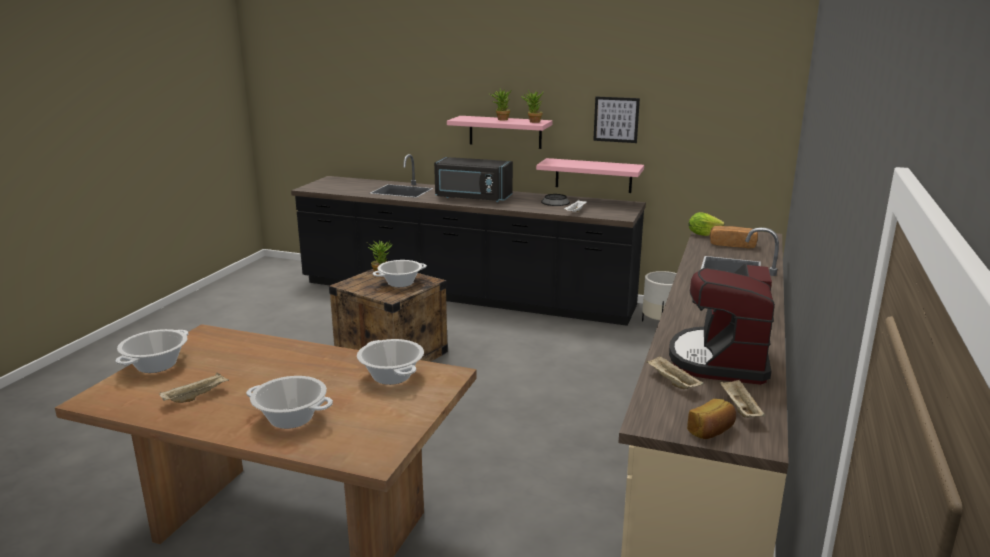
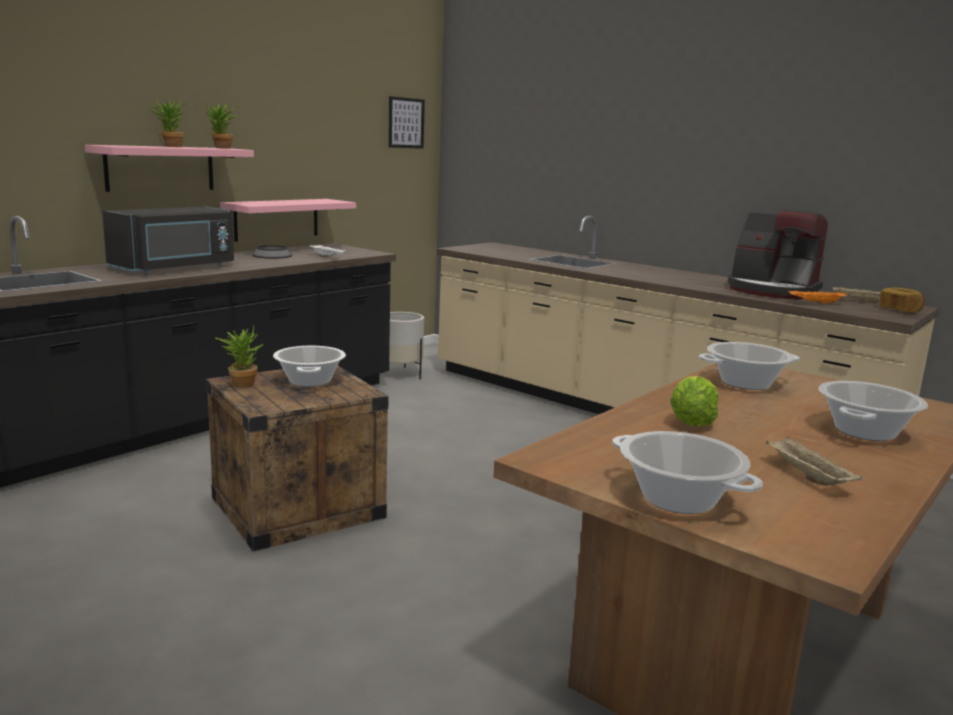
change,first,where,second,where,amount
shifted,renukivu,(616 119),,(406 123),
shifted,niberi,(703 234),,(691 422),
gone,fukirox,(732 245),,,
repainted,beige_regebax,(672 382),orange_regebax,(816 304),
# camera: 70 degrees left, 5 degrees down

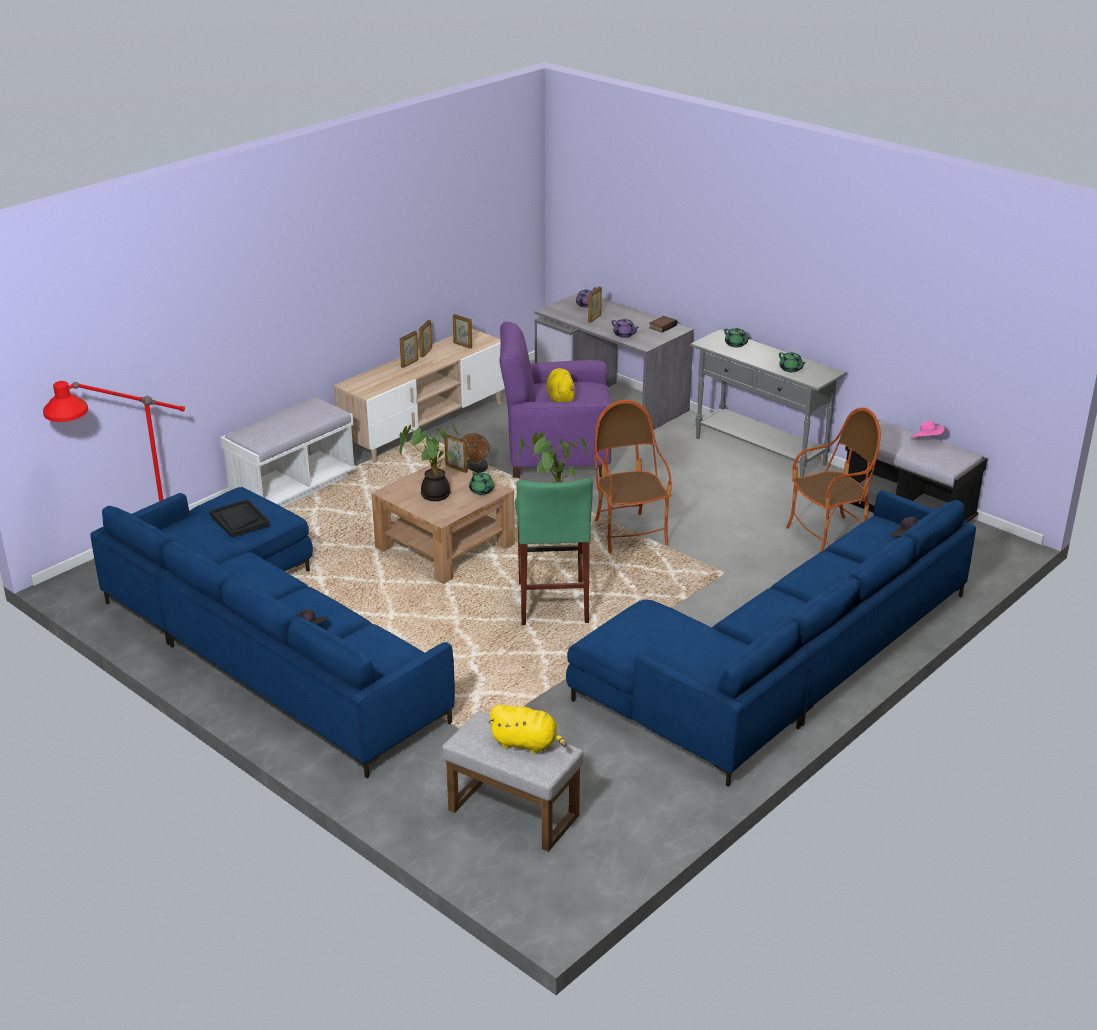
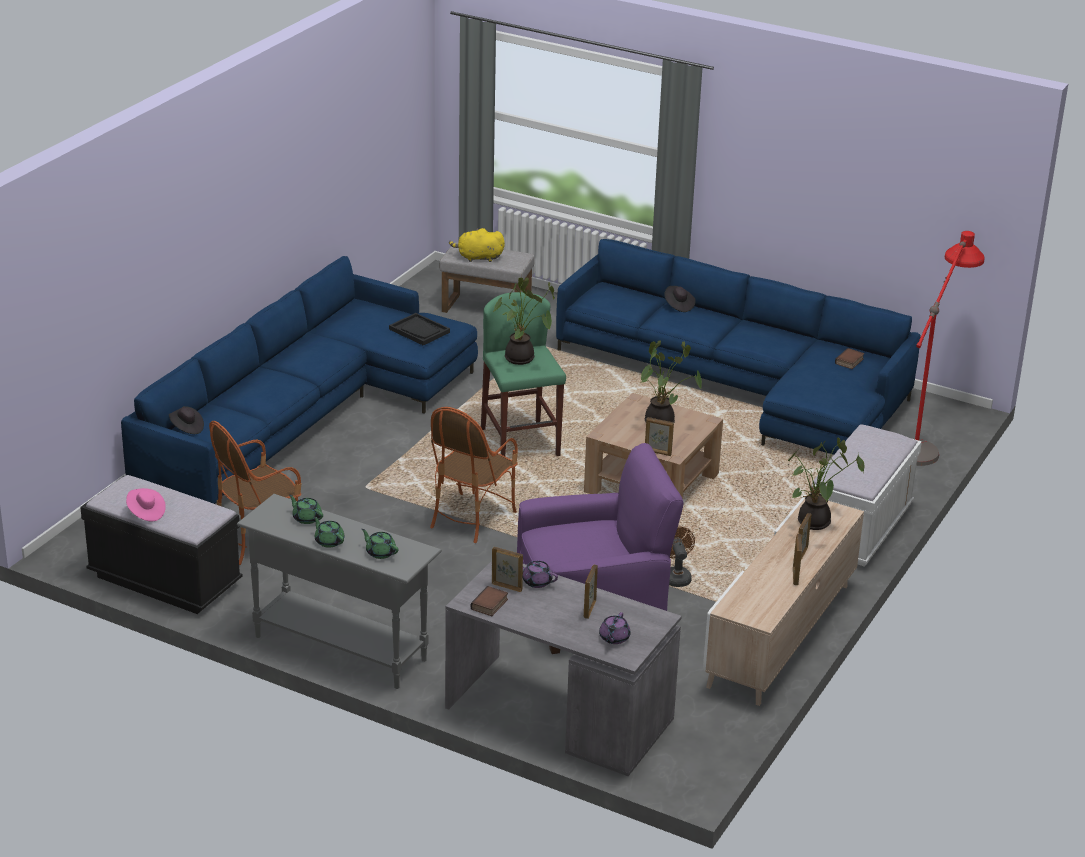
change,first,where,second,where,amount
shifted,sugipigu,(462 345),,(507 586),
gone,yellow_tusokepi,(560 398),,,
rotated,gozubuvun,(629 534),,(471 518),60 degrees clockwise
shifted,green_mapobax,(482 491),,(329 541),
shifted,black_regebax,(239 520),,(419 331),
new,,,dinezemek,(850 362),
new,,,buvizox,(815 524),
# camera: 165 degrees right, 0 degrees up

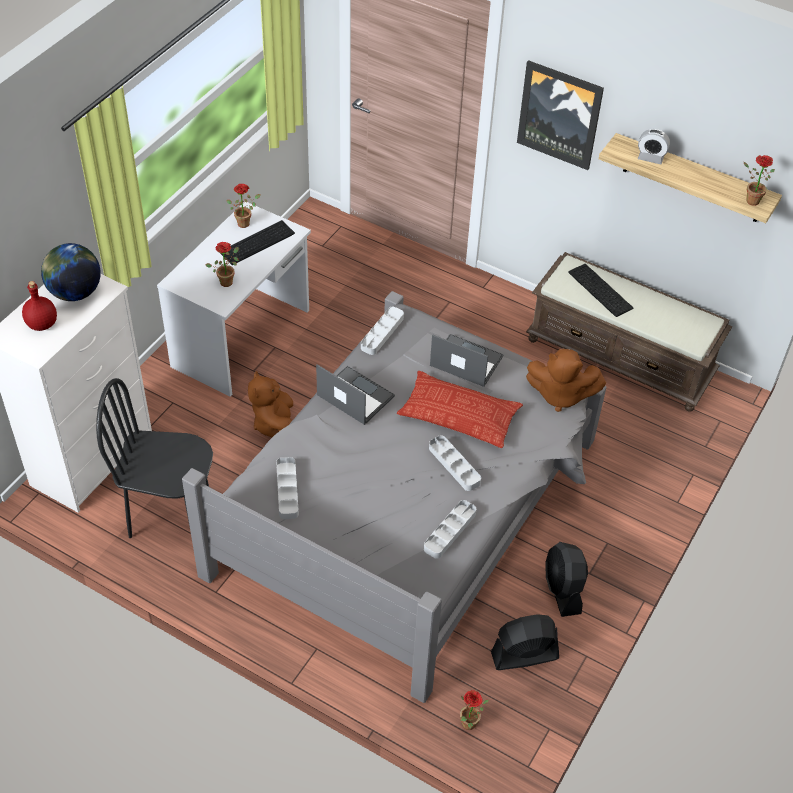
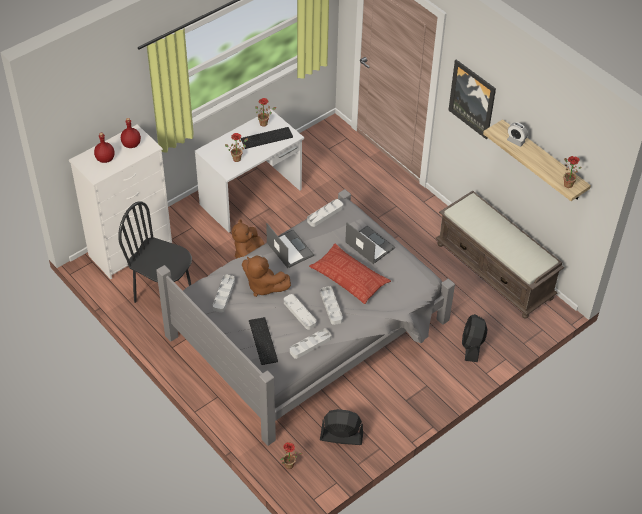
change,first,where,second,where,amount
swapped,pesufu,(75 292),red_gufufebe,(131 144),
shifted,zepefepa,(598 290),,(262 340),
shifted,brown_tusokepi,(560 395),,(263 286),
shifted,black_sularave,(563 589),,(472 346),
new,,,grey_regebax,(299 313),
# camera: 20 degrees right, 0 degrees up

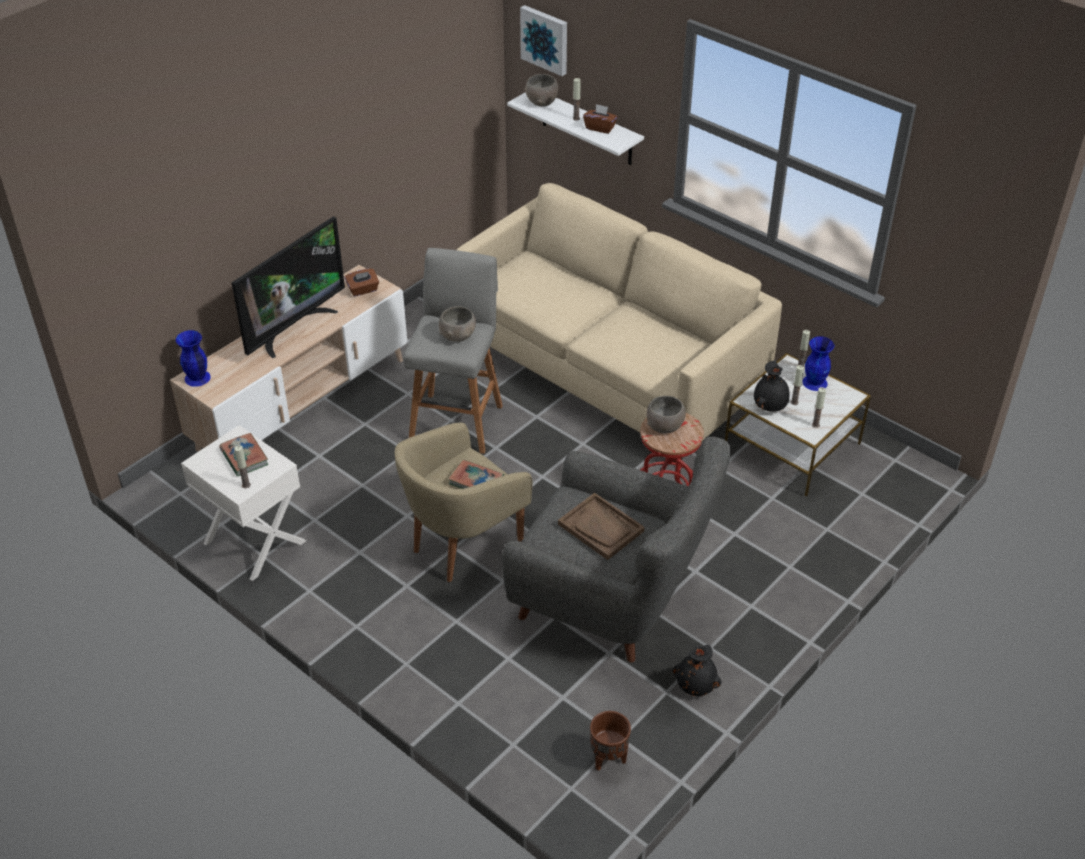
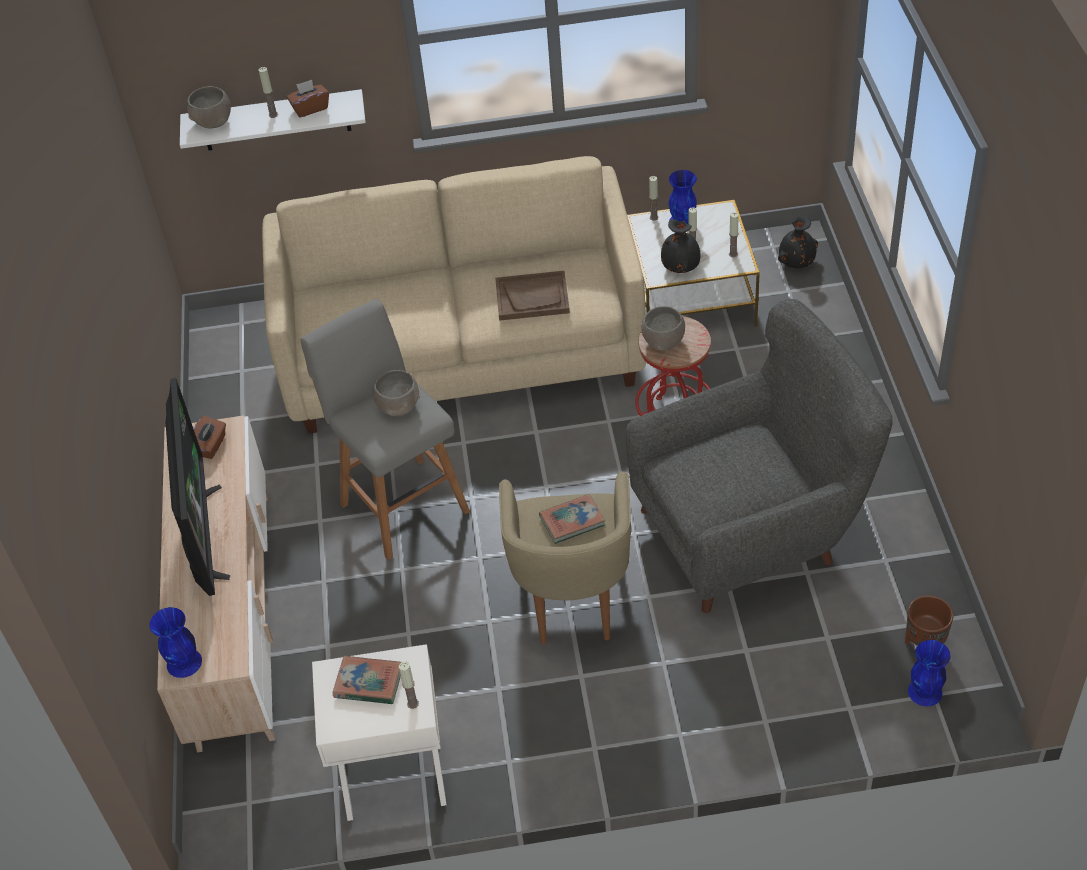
change,first,where,second,where,amount
gone,renukivu,(545 39),,,
shifted,brown_regebax,(601 528),,(532 297),
shifted,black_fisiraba,(696 685),,(796 262),
new,,,blue_fisiraba,(925 692),
# camera: 45 degrees left, 5 degrees up

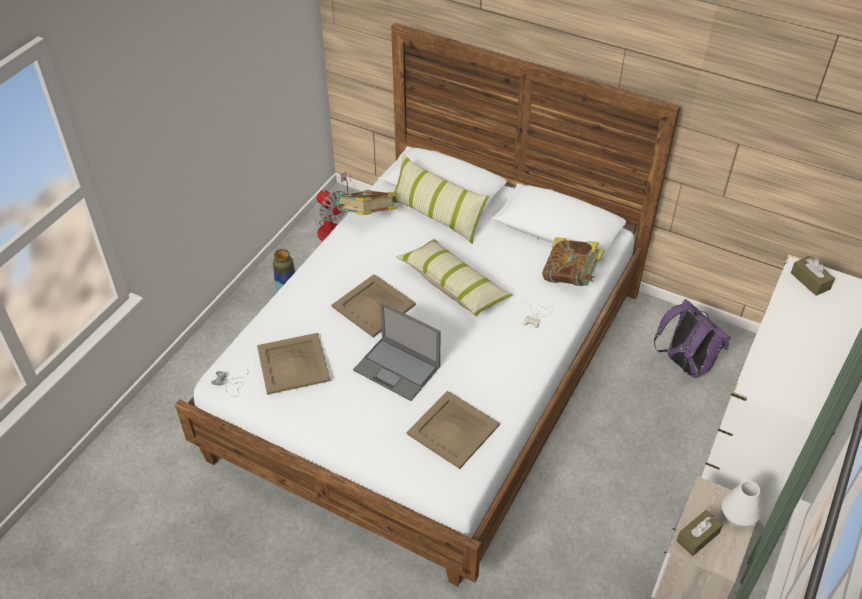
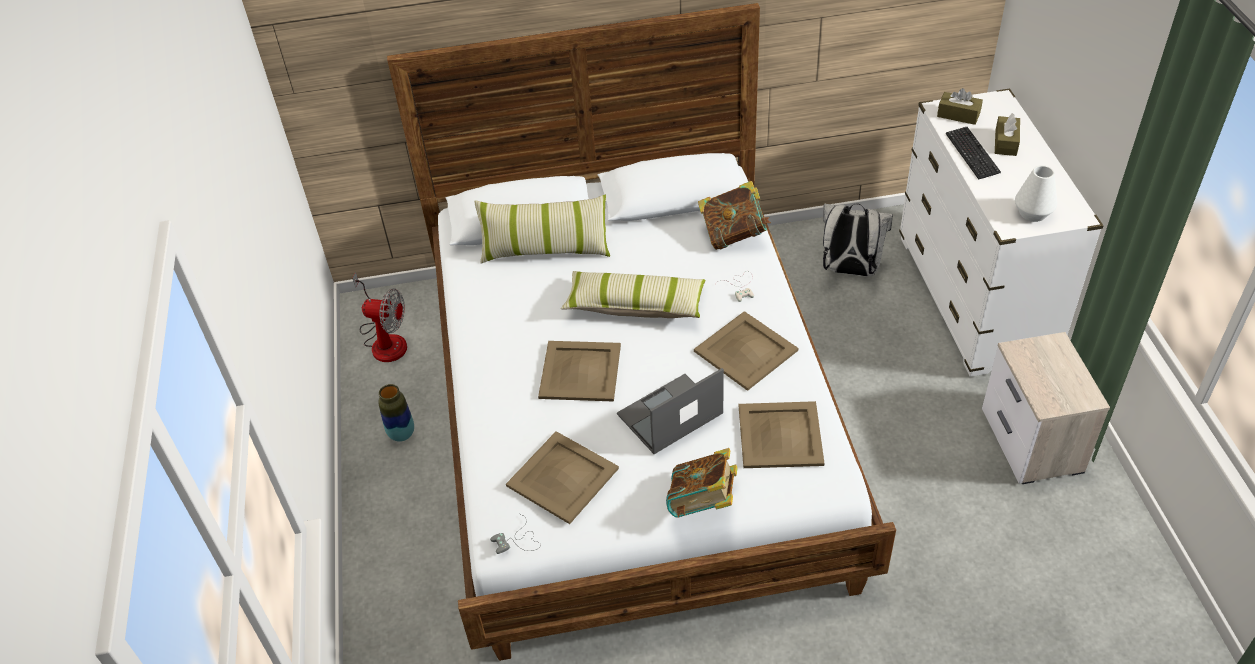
change,first,where,second,where,amount
shifted,dinezemek,(367 218),,(702 503),
repainted,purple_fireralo,(684 364),white_fireralo,(849 270),
rotated,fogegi,(398 369),,(669 415),150 degrees clockwise
shifted,white_fisiraba,(737 516),,(1032 213),
shifted,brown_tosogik,(697 537),,(1005 143),
new,,,zepefepa,(972 154),
new,,,beige_regebax,(746 351),
# camera: 35 degrees left, 0 degrees up

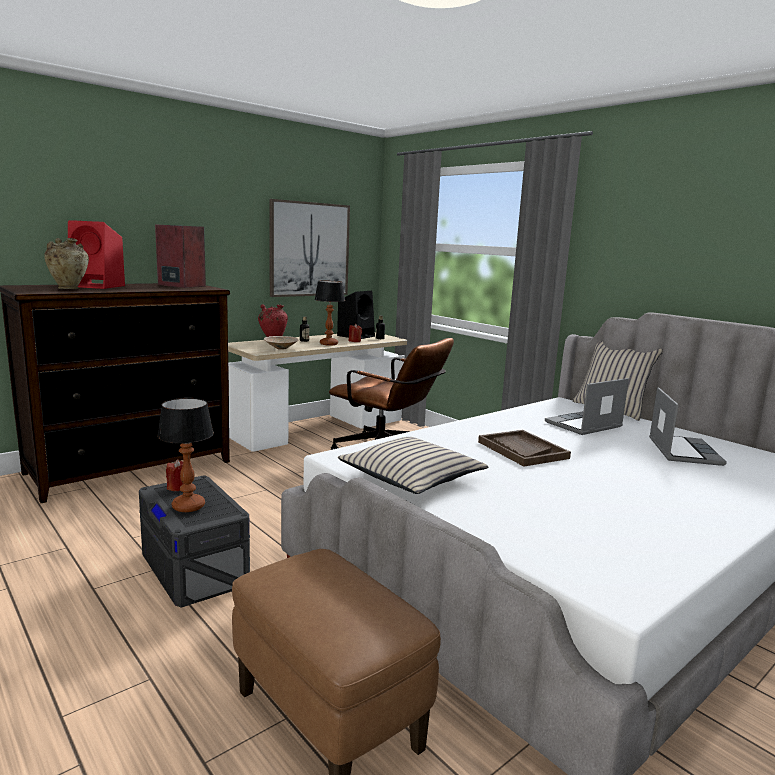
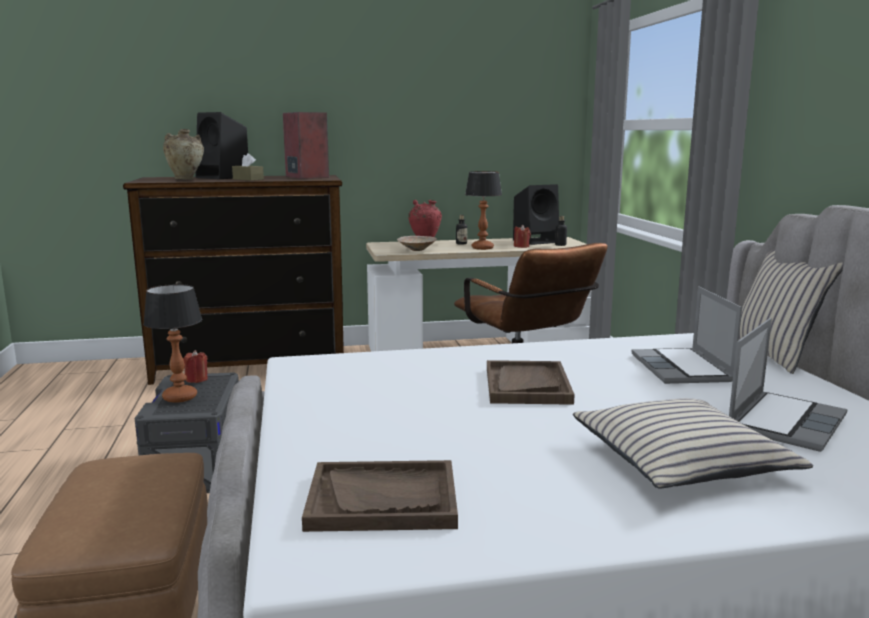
change,first,where,second,where,amount
gone,renukivu,(309 249),,,
repainted,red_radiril,(98 286),black_radiril,(224 177),
rotated,fogegi,(583 425),,(682 369),90 degrees counterclockwise
shifted,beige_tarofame,(411 477),,(680 461),
new,,,brown_tosogik,(248 179),
new,,,brown_regebax,(383 499),
# camera: 30 degrees right, 0 degrees up

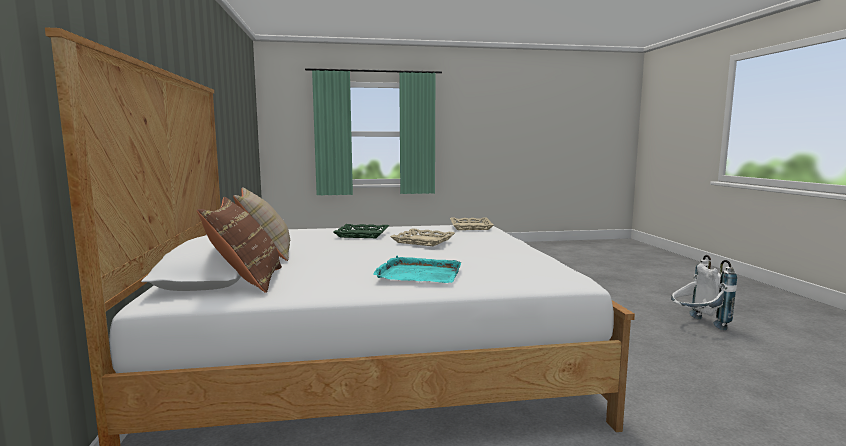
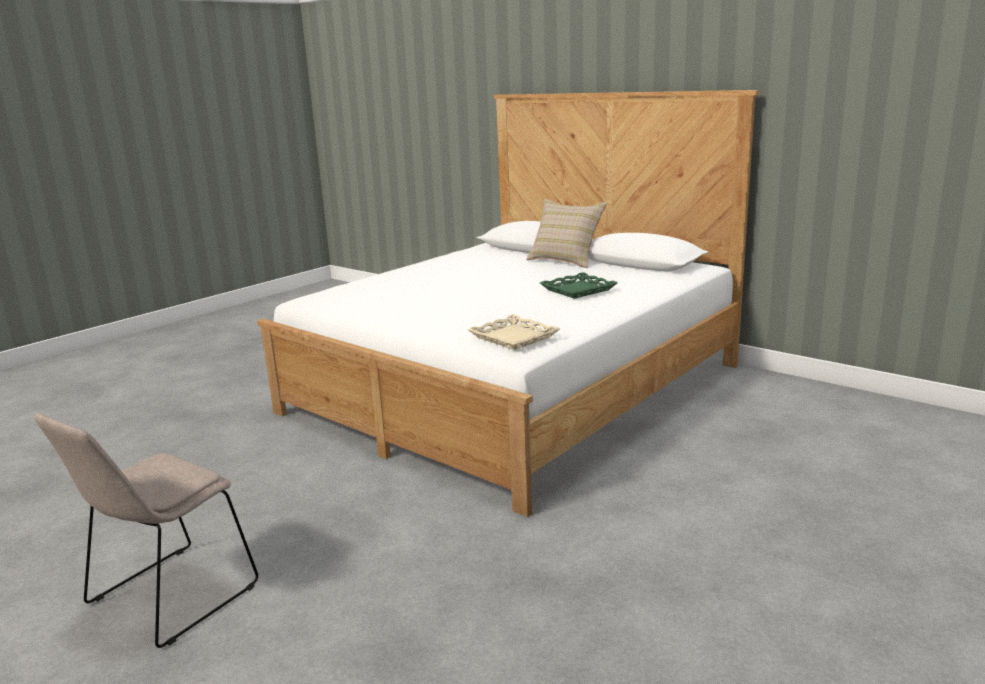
change,first,where,second,where,amount
gone,brown_tarofame,(247 281),,,
gone,beige_regebax,(423 241),,,
gone,turquoise_regebax,(419 274),,,
swapped,white_fireralo,(697 325),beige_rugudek,(168 598),
# camera: 140 degrees right, 10 degrees up

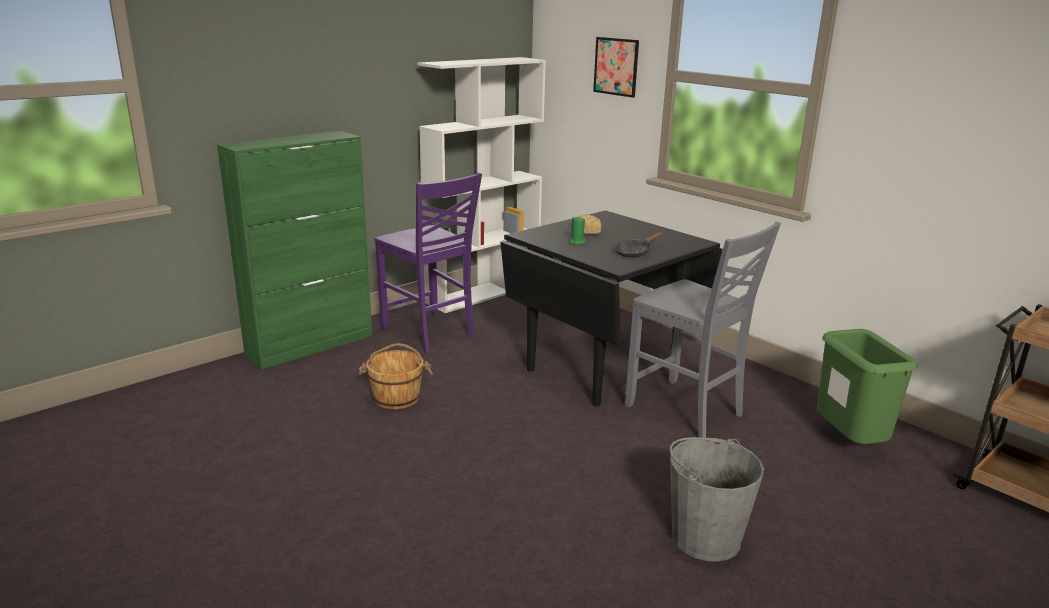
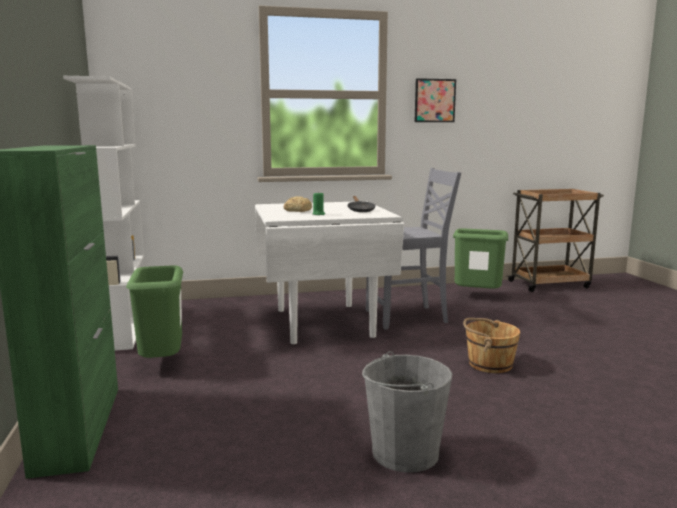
change,first,where,second,where,amount
shifted,renukivu,(616 66),,(434 100),
swapped,purple_rugudek,(429 333),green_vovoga,(163 363),
repainted,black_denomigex,(601 368),white_denomigex,(322 322),
shifted,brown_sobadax,(396 397),,(489 364),
shifted,grey_sobadax,(705 537),,(404 453),
# camera: 60 degrees left, 10 degrees down

